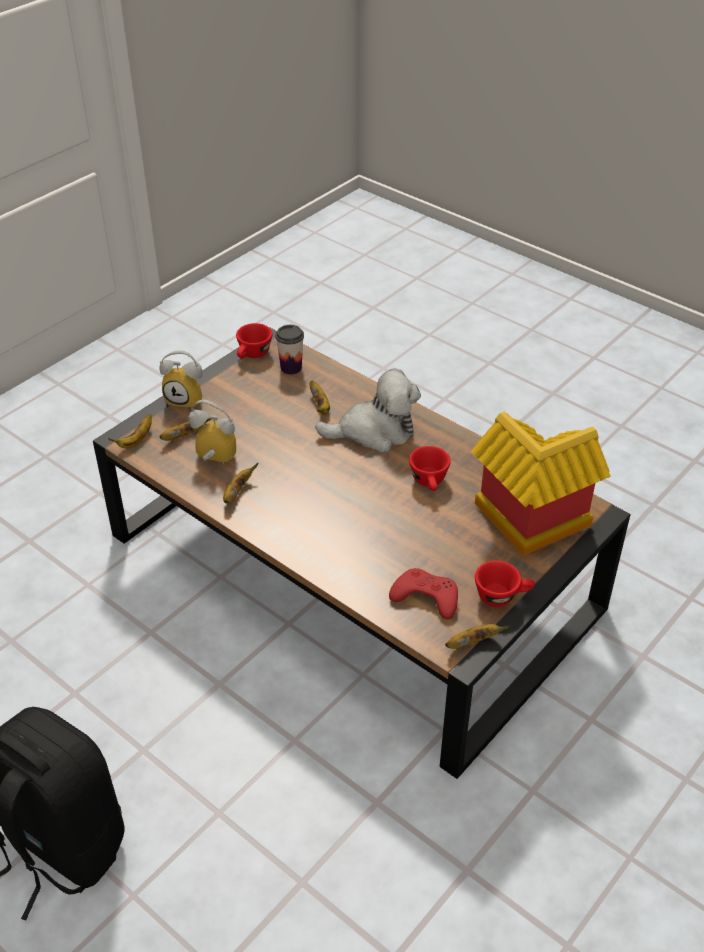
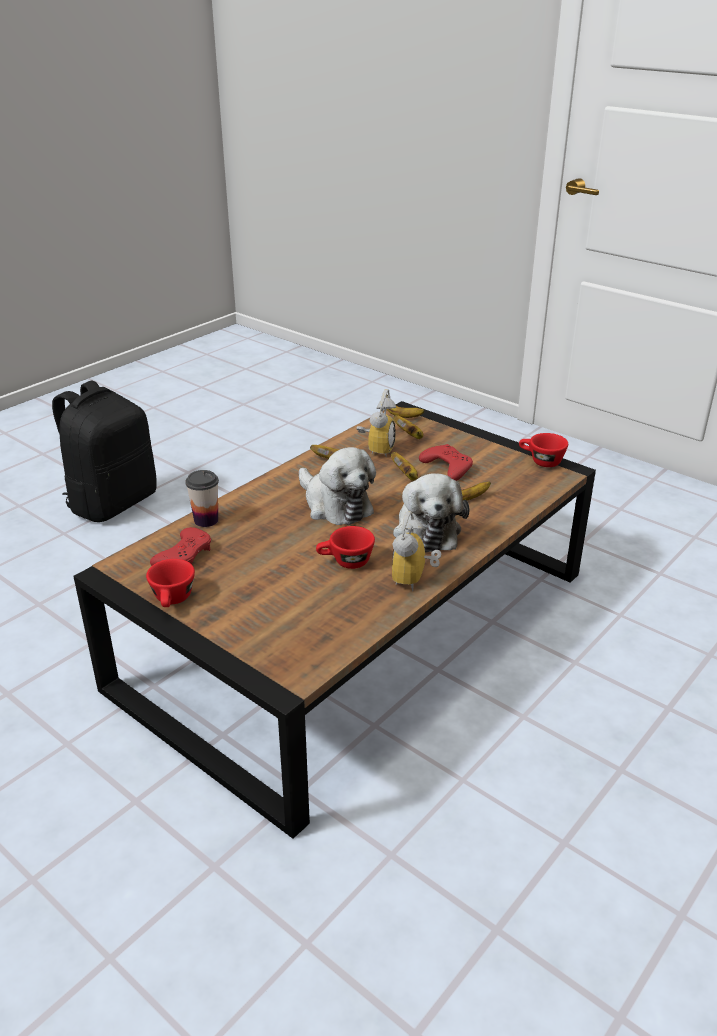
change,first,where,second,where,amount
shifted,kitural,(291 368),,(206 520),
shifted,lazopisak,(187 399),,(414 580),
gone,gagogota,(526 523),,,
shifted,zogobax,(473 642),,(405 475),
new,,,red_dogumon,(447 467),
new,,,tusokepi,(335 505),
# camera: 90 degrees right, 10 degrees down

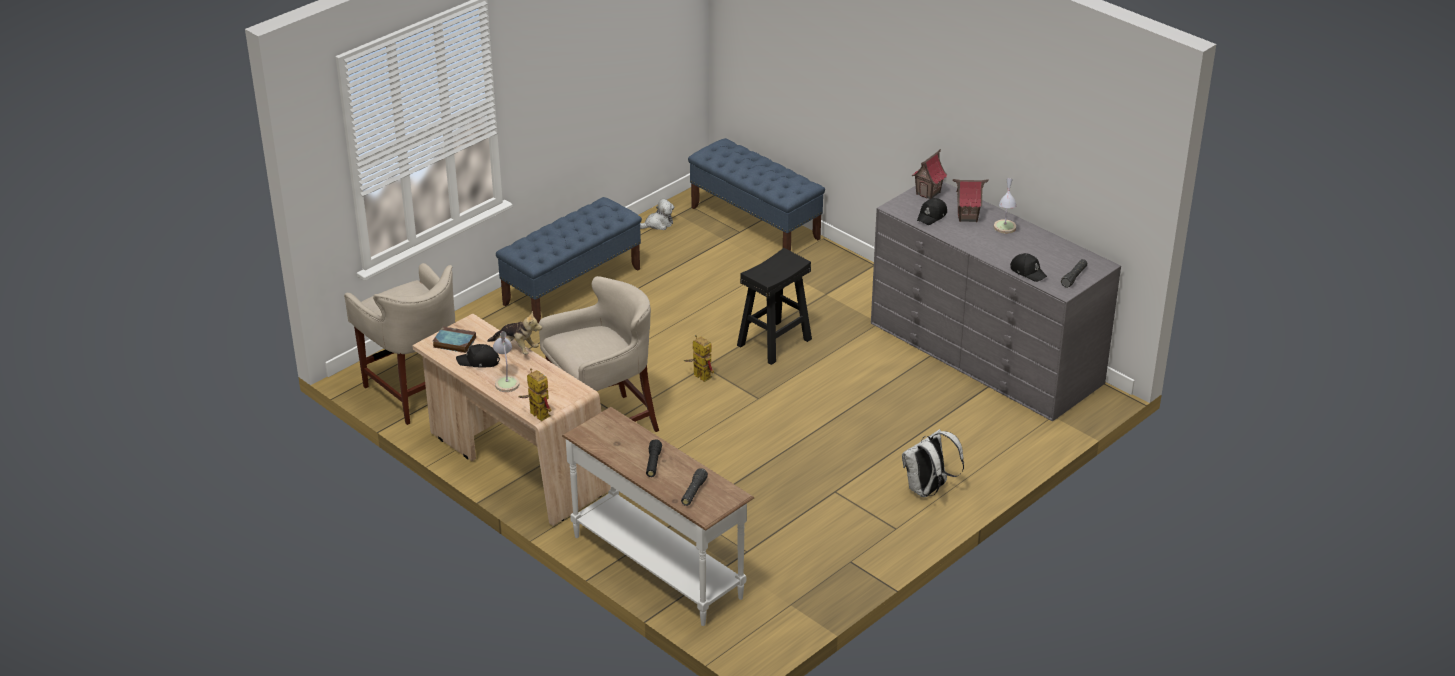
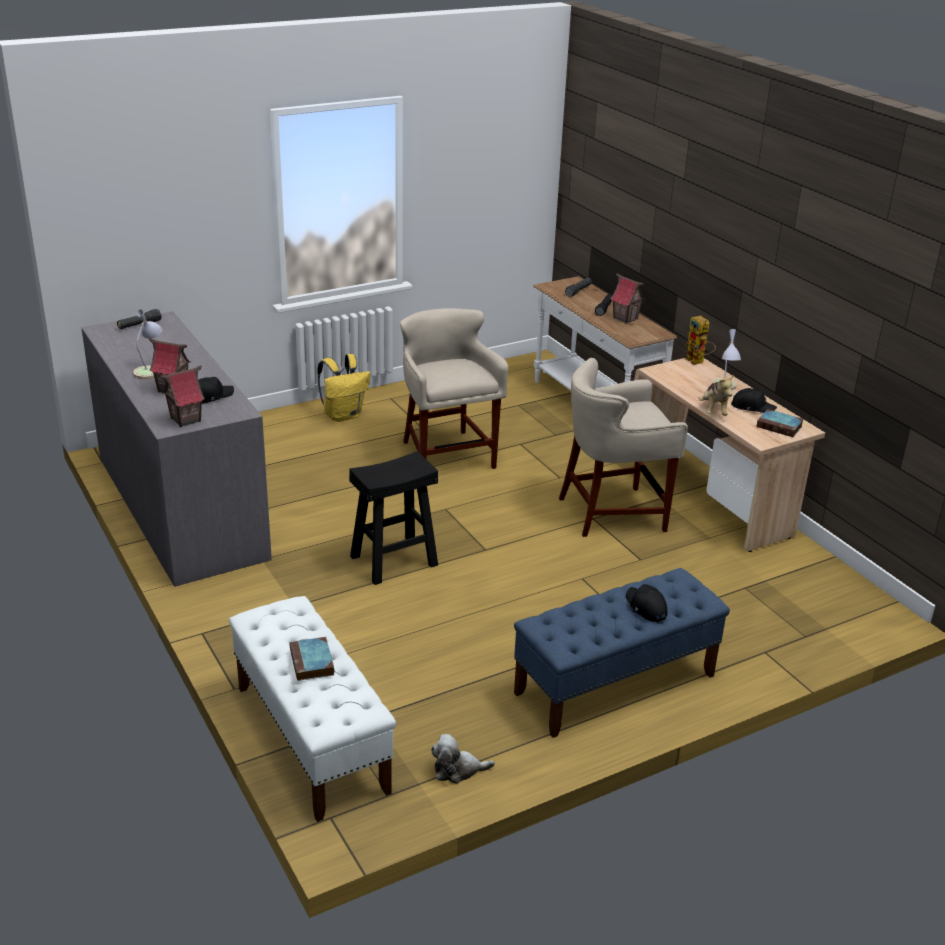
change,first,where,second,where,amount
repainted,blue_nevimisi,(755 223),white_nevimisi,(311 738),
shifted,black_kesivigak,(1028 271),,(645 607),
shifted,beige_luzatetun,(416 391),,(446 456),
rotated,tusokepi,(516 349),,(713 410),135 degrees counterclockwise
gone,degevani,(698 375),,,
repainted,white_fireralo,(928 490),yellow_fireralo,(343 415),
new,,,gagogota,(625 318),
new,,,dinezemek,(312 663),
# camera: 165 degrees left, 5 degrees down

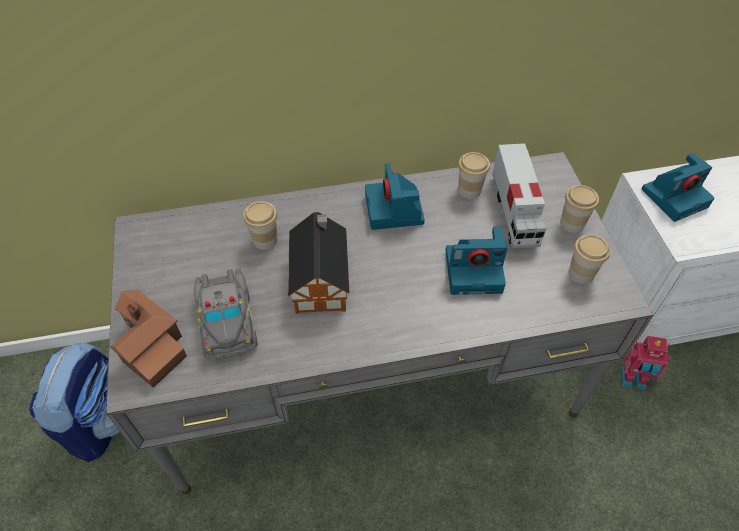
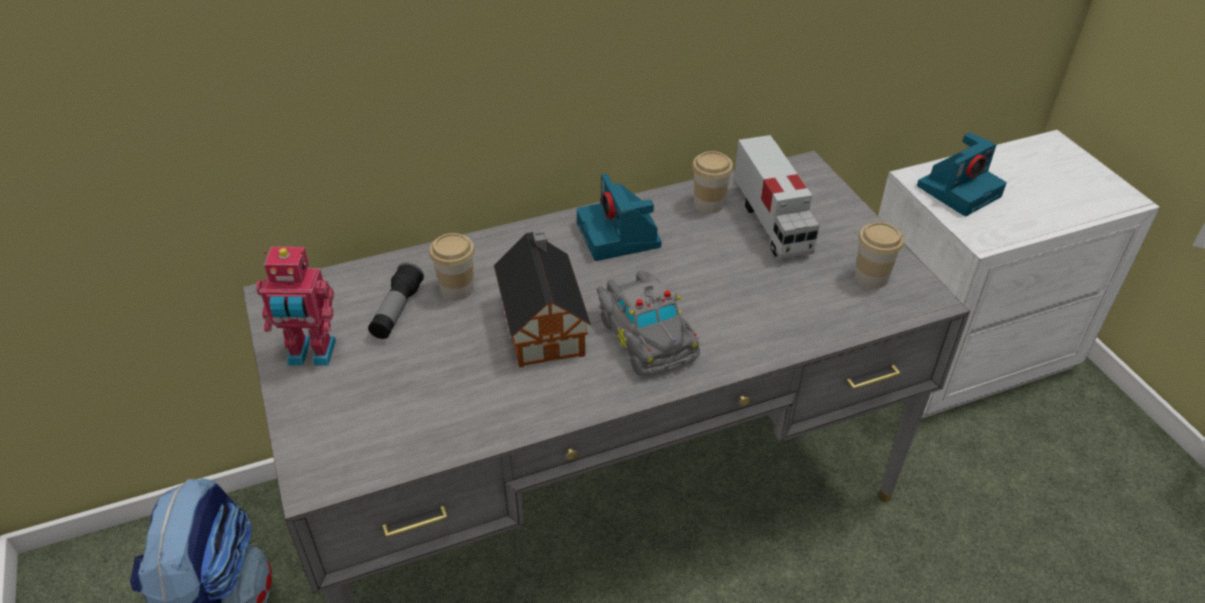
change,first,where,second,where,amount
gone,kitural,(572 223),,,
gone,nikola,(475 270),,,
shifted,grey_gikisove,(228 319),,(647 334),
gone,gagogota,(150 345),,,
shifted,degevani,(632 380),,(311 355),
new,,,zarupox,(397 311),
# camera: 10 degrees left, 10 degrees down

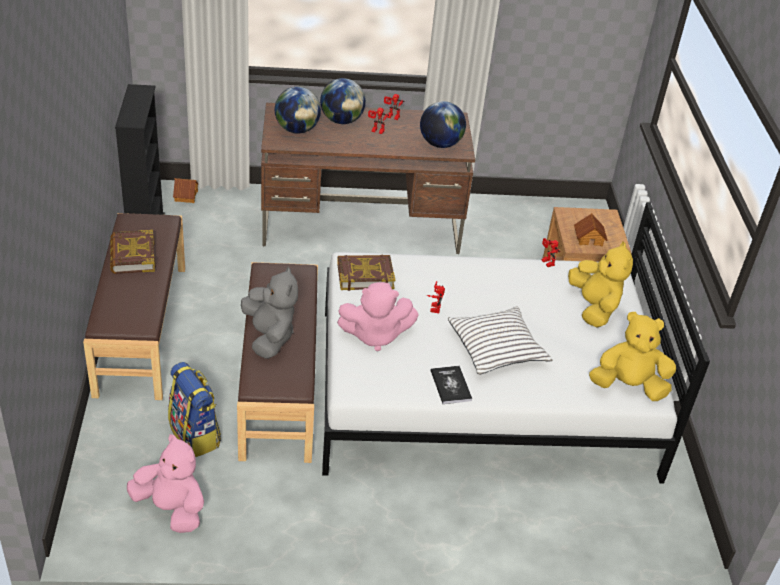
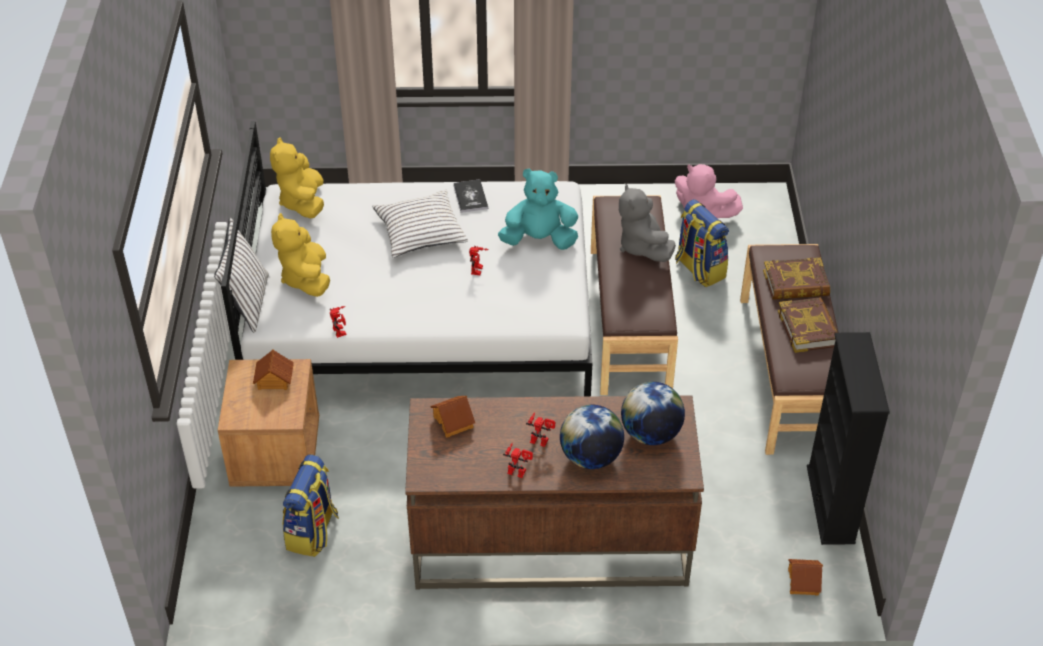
change,first,where,second,where,amount
swapped,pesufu,(440 144),gagogota,(453 421),
shifted,dinezemek,(365 275),,(796 284),
repainted,pink_tusokepi,(375 335),turquoise_tusokepi,(539 240),
rotated,yellow_tusokepi,(628 386),,(303 202),75 degrees clockwise
new,,,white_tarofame,(247 303),
new,,,fireralo,(312 532),
# camera: 175 degrees left, 5 degrees up

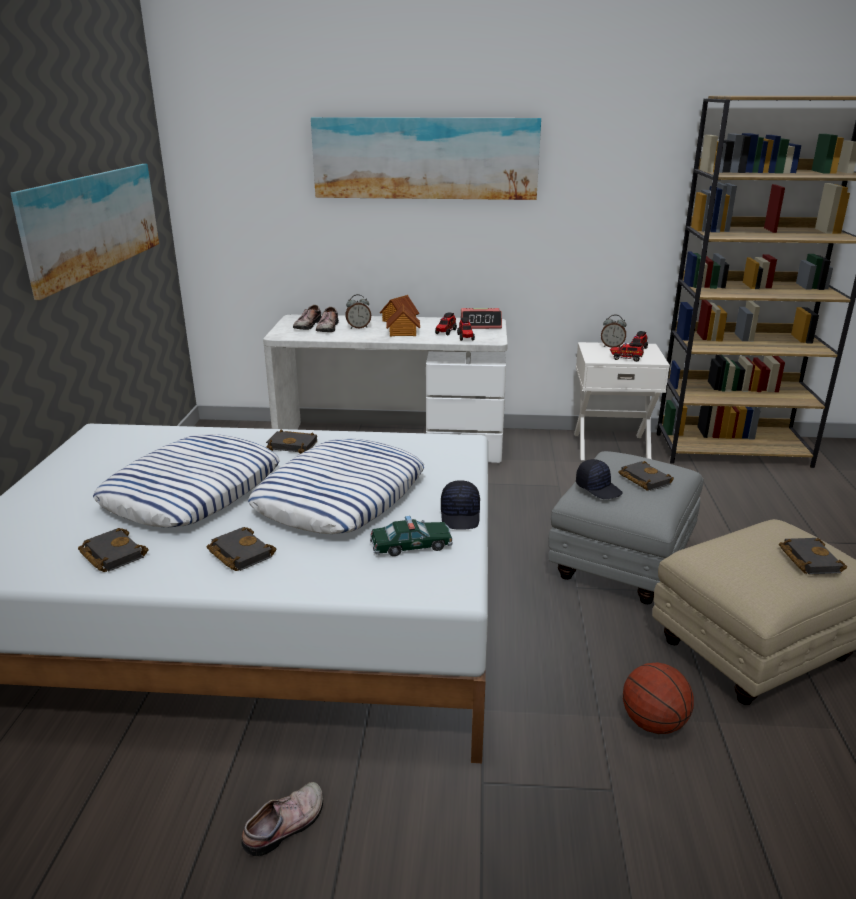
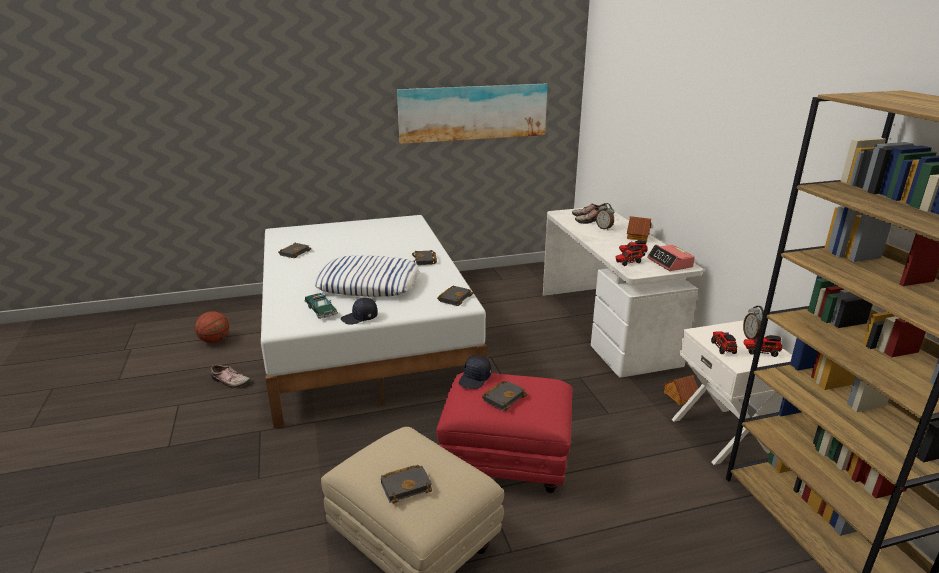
change,first,where,second,where,amount
gone,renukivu,(425 158),,,
shifted,gagogota,(403 332),,(679 396),
gone,tarofame,(193 491),,,
repainted,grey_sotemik,(622 561),red_sotemik,(507 461),
shifted,black_dinezemek,(238 553),,(454 298),
shifted,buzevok,(653 723),,(215 341),
# camera: 70 degrees right, 0 degrees up

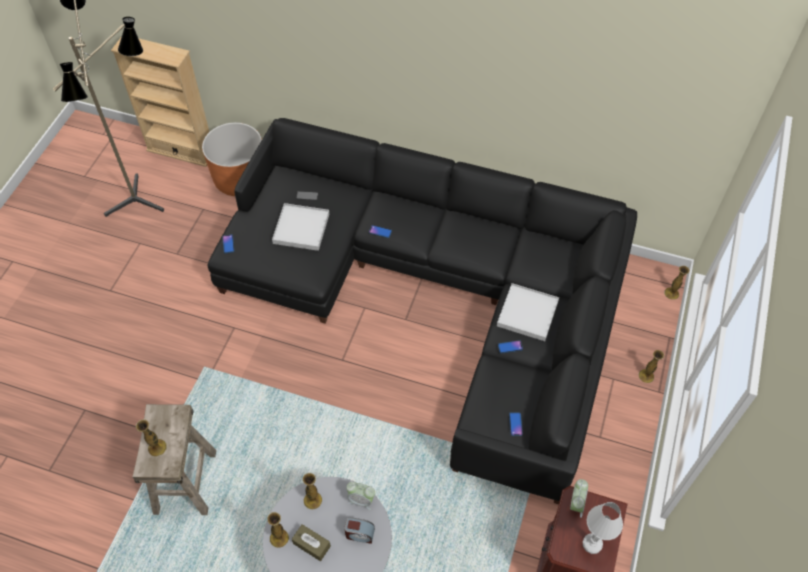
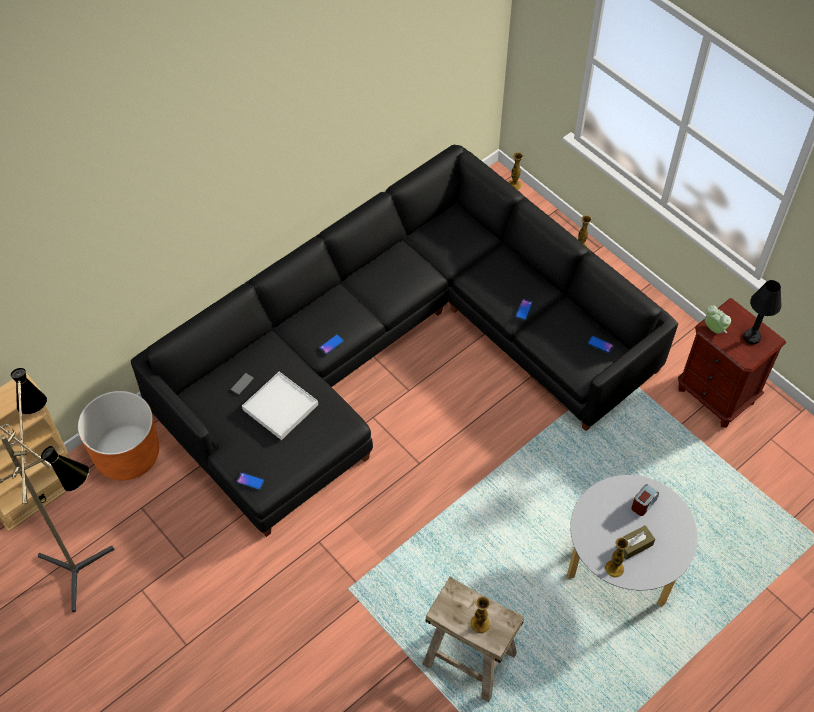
change,first,where,second,where,amount
gone,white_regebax,(527 313),,,
gone,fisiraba,(312 500),,,
gone,lazopisak,(361 500),,,
repainted,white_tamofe,(592 544),black_tamofe,(752 337),
# camera: 60 degrees left, 0 degrees up

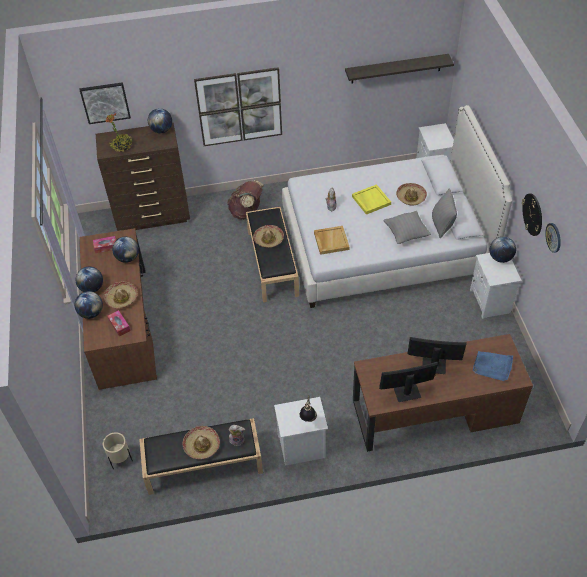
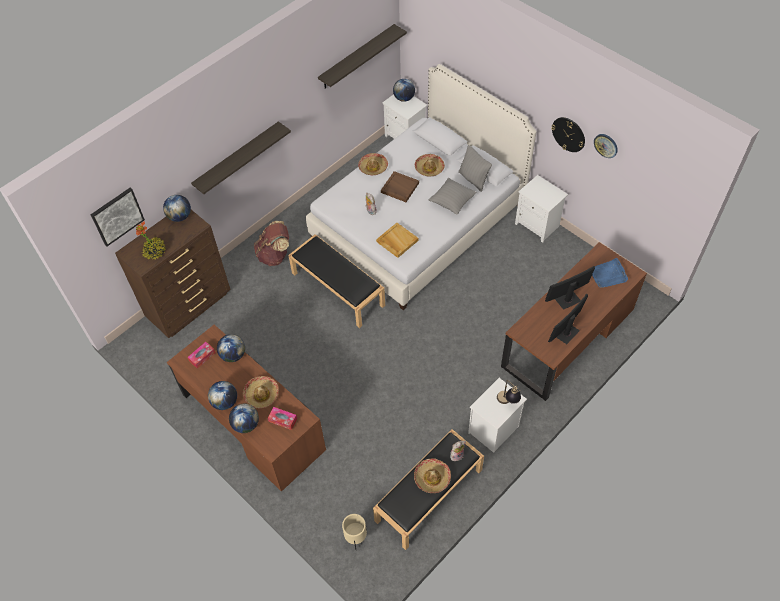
change,first,where,second,where,amount
swapped,renukivu,(239 107),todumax,(237 158),
repainted,yellow_regebax,(370 200),brown_regebax,(399 188),
shifted,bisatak,(268 239),,(373 167),
shifted,pesufu,(500 258),,(404 98),
# camera: 35 degrees left, 5 degrees up

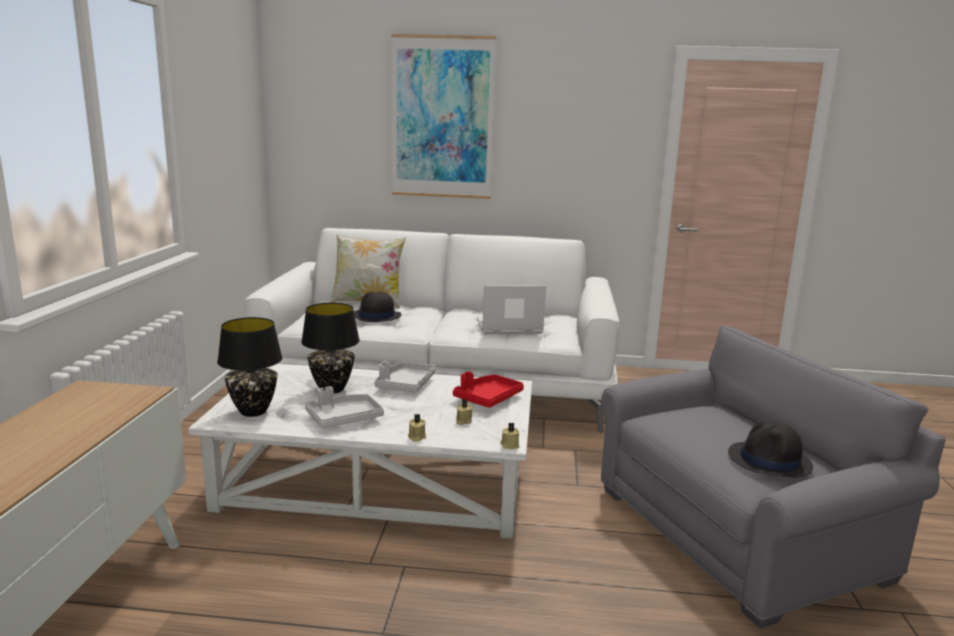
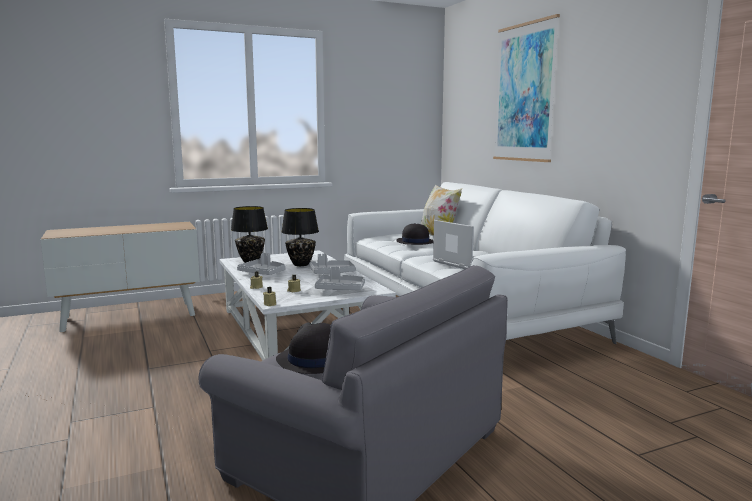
change,first,where,second,where,amount
repainted,red_regebax,(487 398),grey_regebax,(340 289),
# camera: 60 degrees right, 5 degrees down

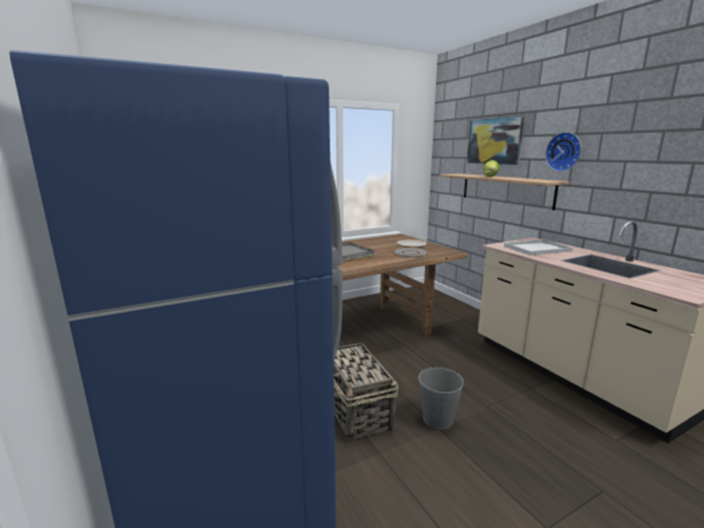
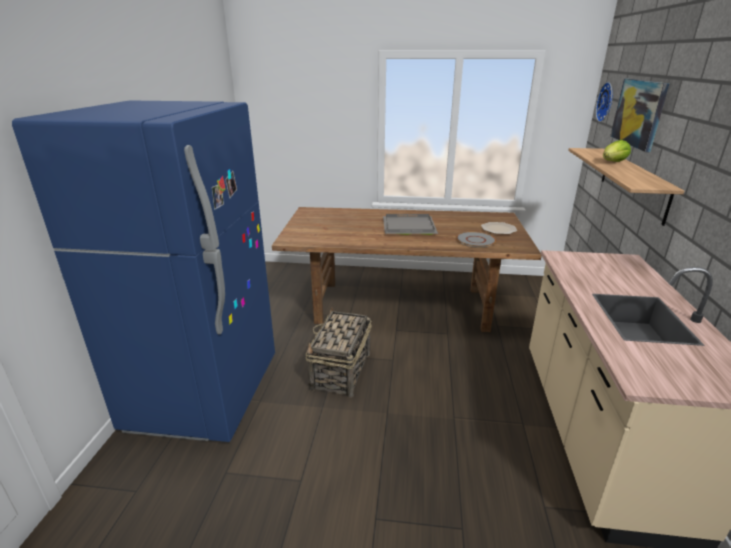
change,first,where,second,where,amount
shifted,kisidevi,(564 151),,(607 102),
gone,white_regebax,(537 248),,,
gone,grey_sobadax,(438 419),,,
# camera: 35 degrees right, 10 degrees up

